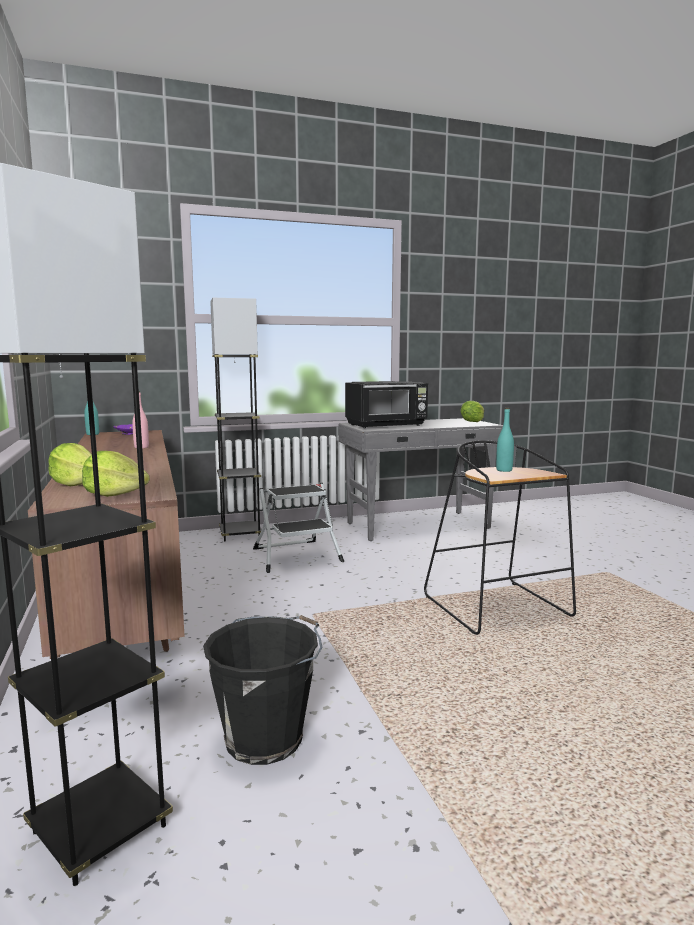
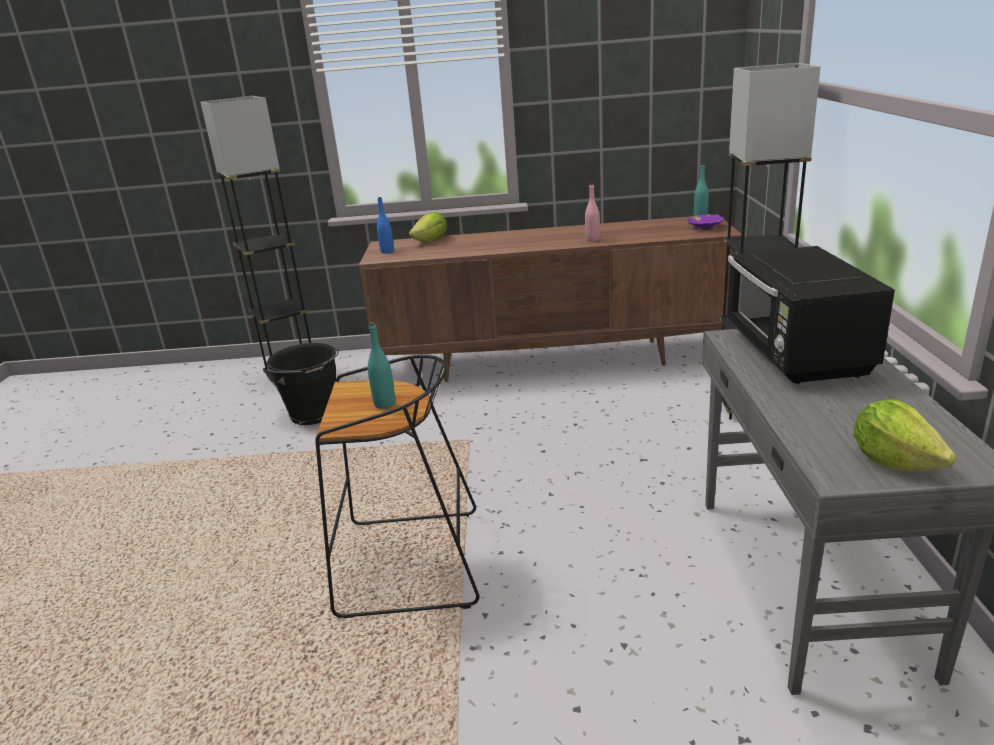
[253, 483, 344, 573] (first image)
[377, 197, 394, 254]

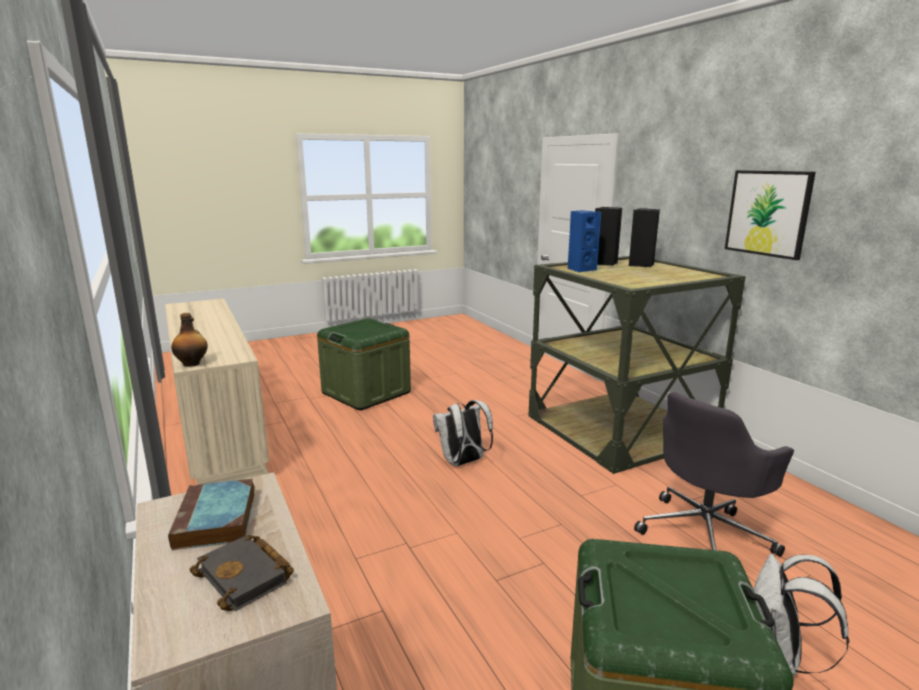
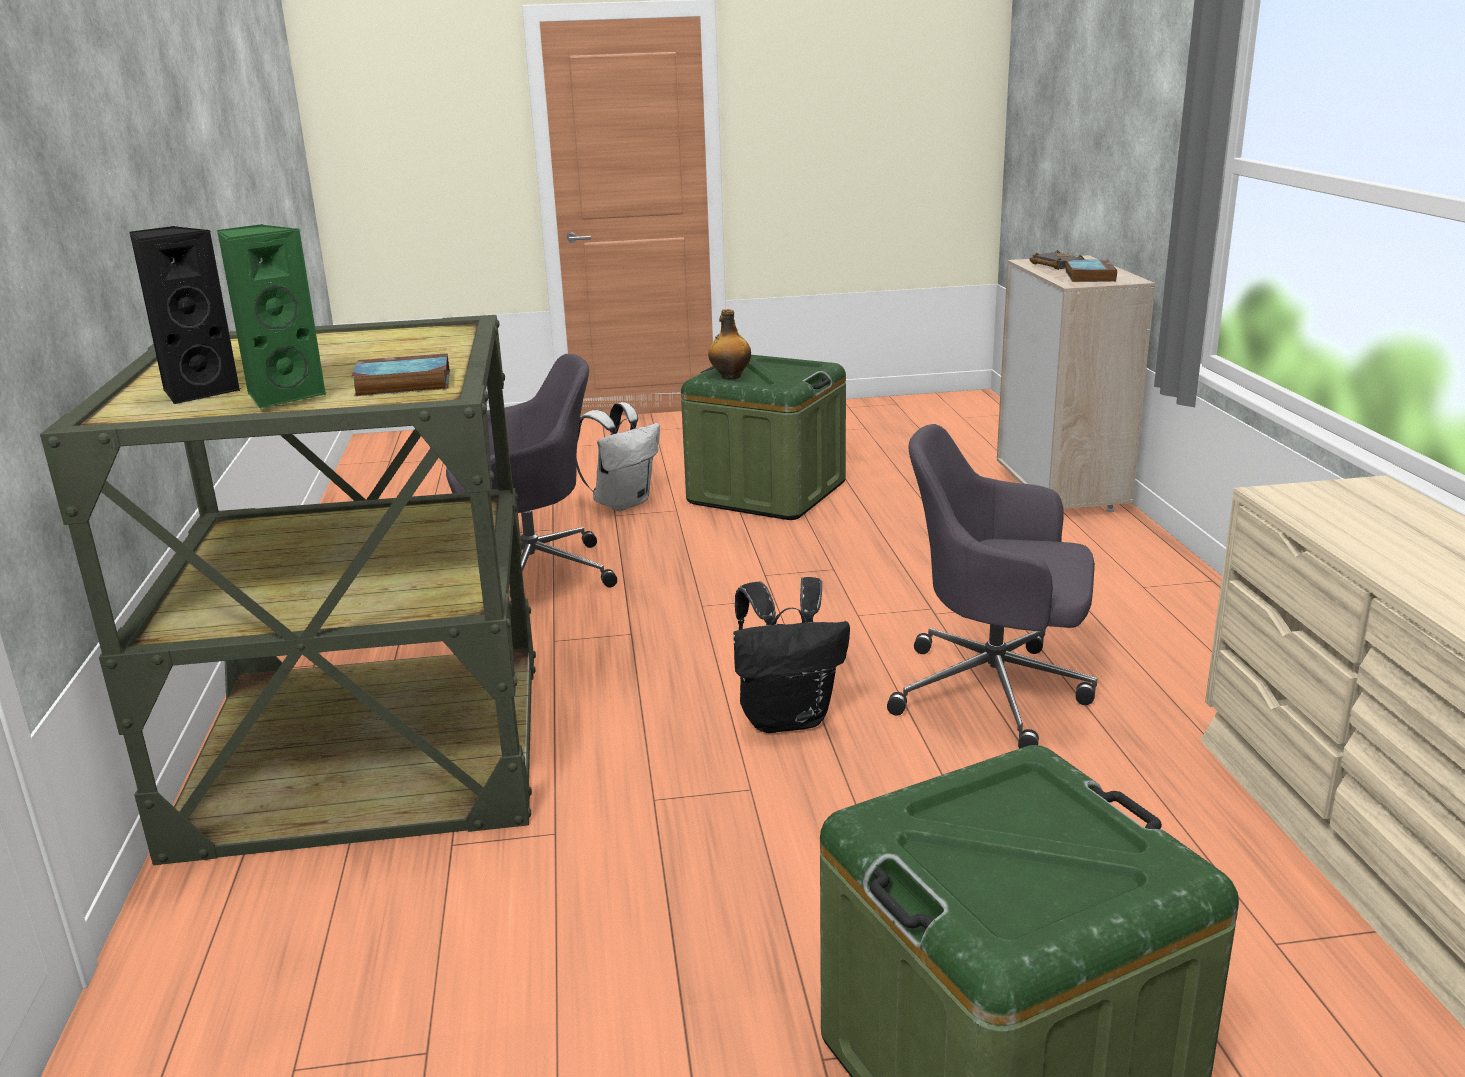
[725, 170, 816, 260] (first image)
[887, 424, 1097, 749]
[708, 309, 751, 379]
[351, 353, 450, 396]
[733, 577, 850, 733]
[217, 224, 327, 408]

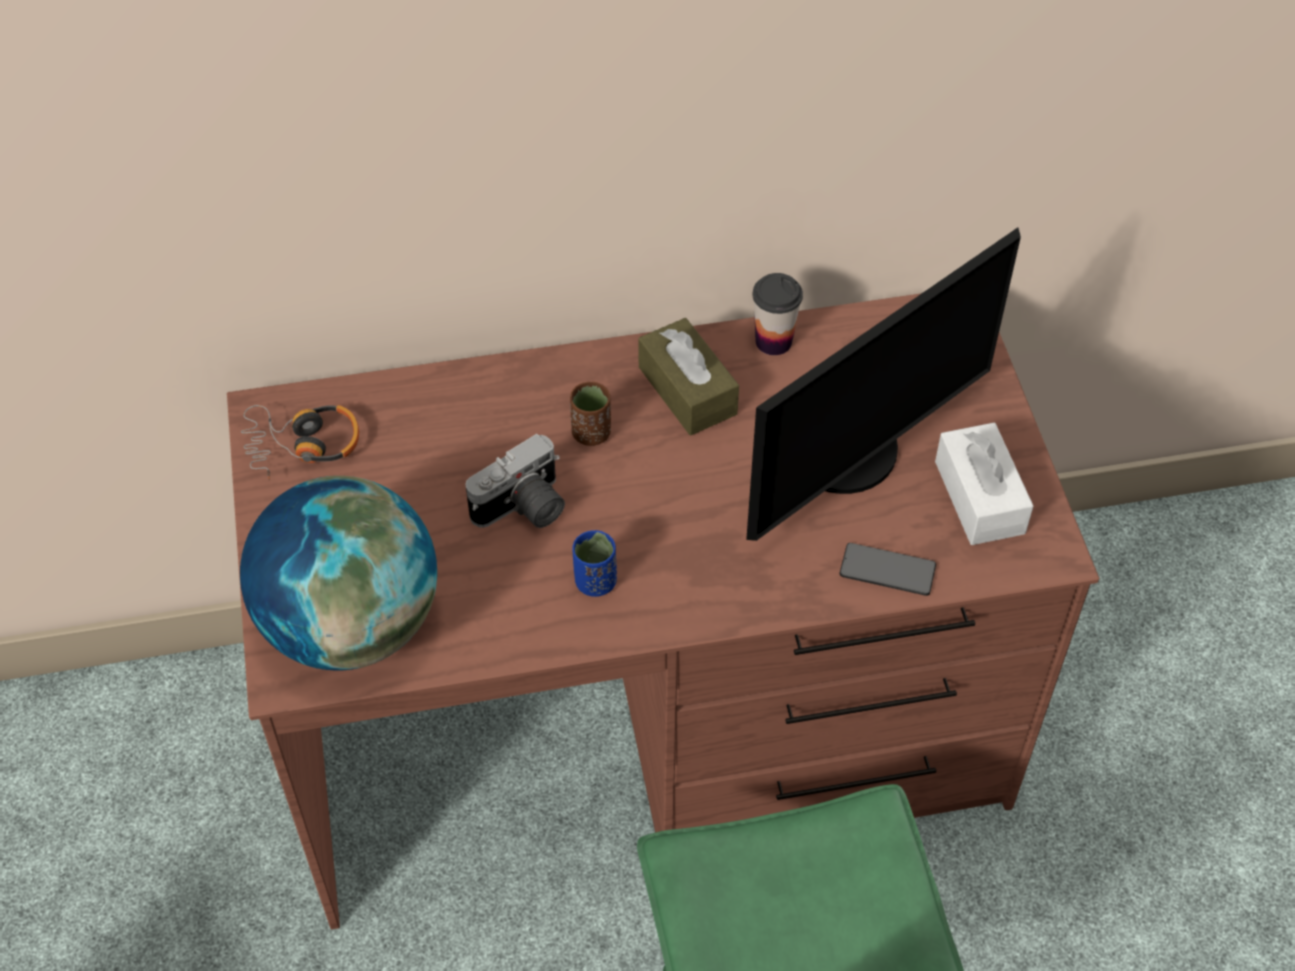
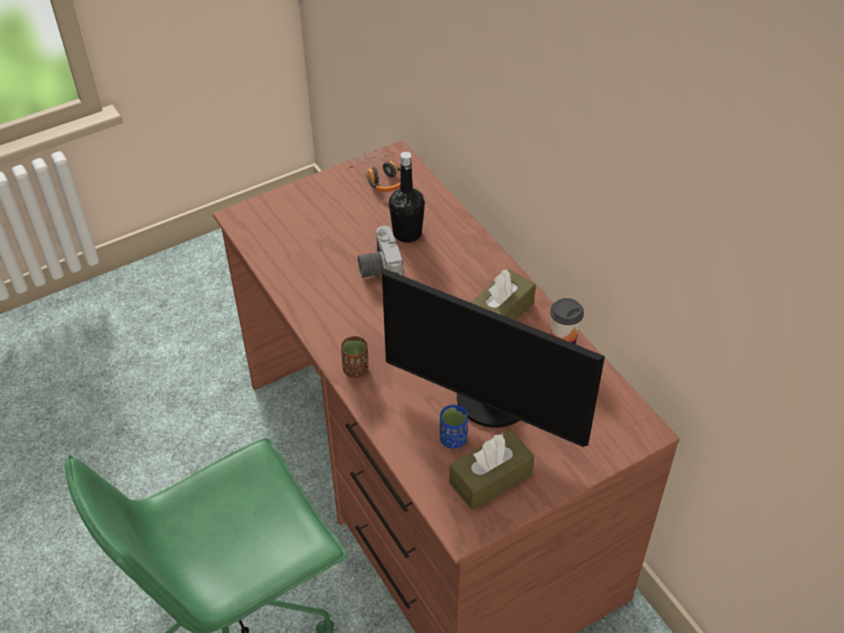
[240, 476, 437, 670] (first image)
[839, 543, 936, 596] (first image)
[389, 152, 425, 243]
[341, 336, 368, 378]
[440, 405, 468, 448]
[449, 430, 534, 510]
[358, 226, 403, 278]

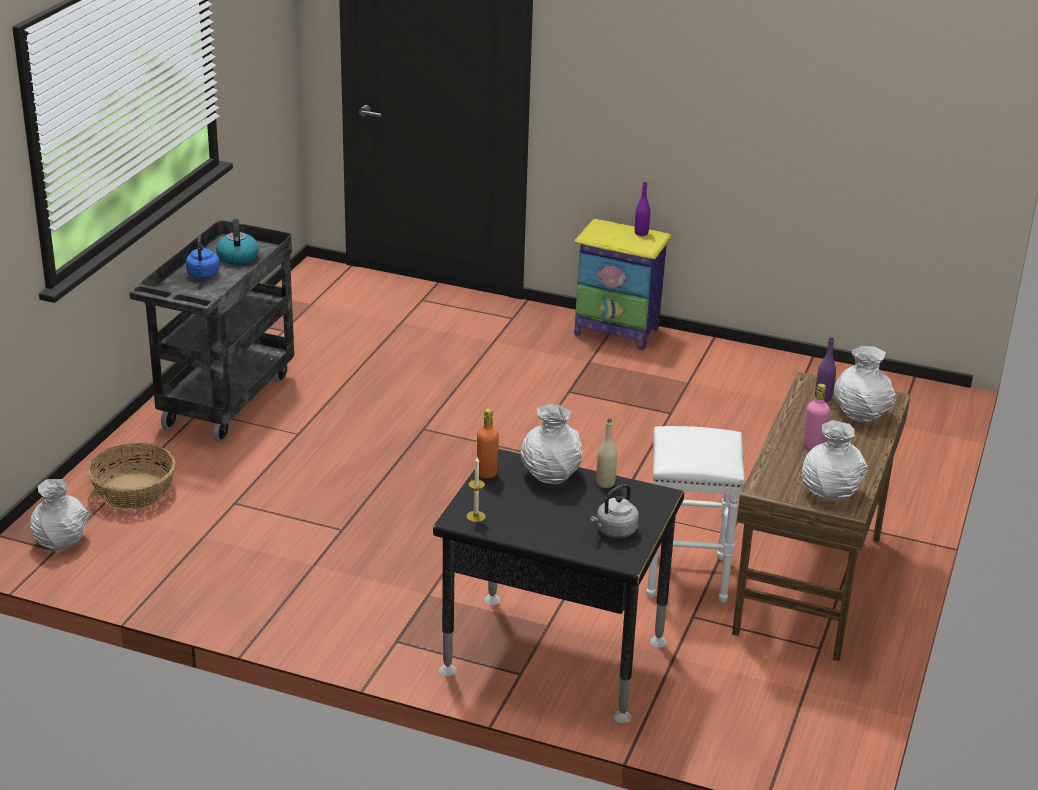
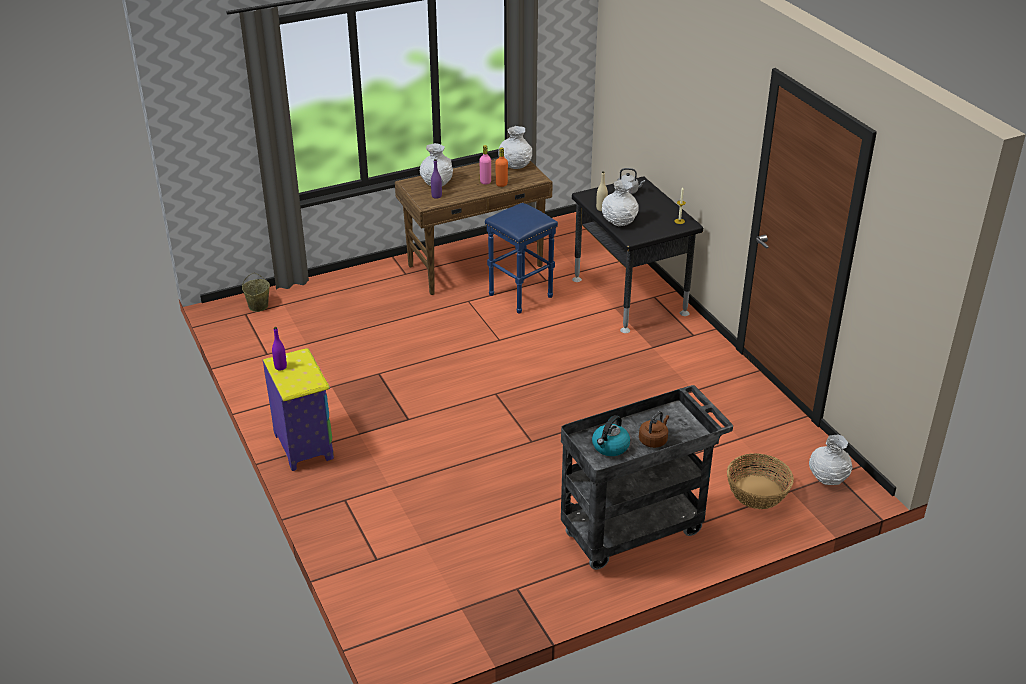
[242, 273, 270, 312]
[495, 147, 508, 187]
[639, 411, 669, 448]
[485, 203, 558, 314]

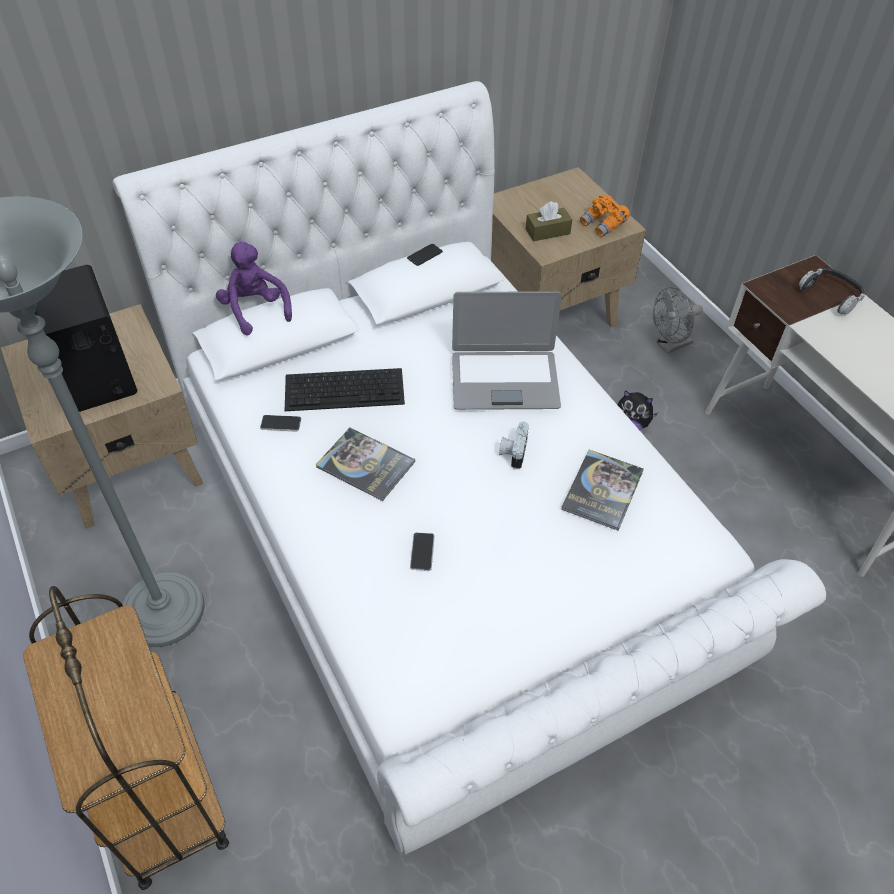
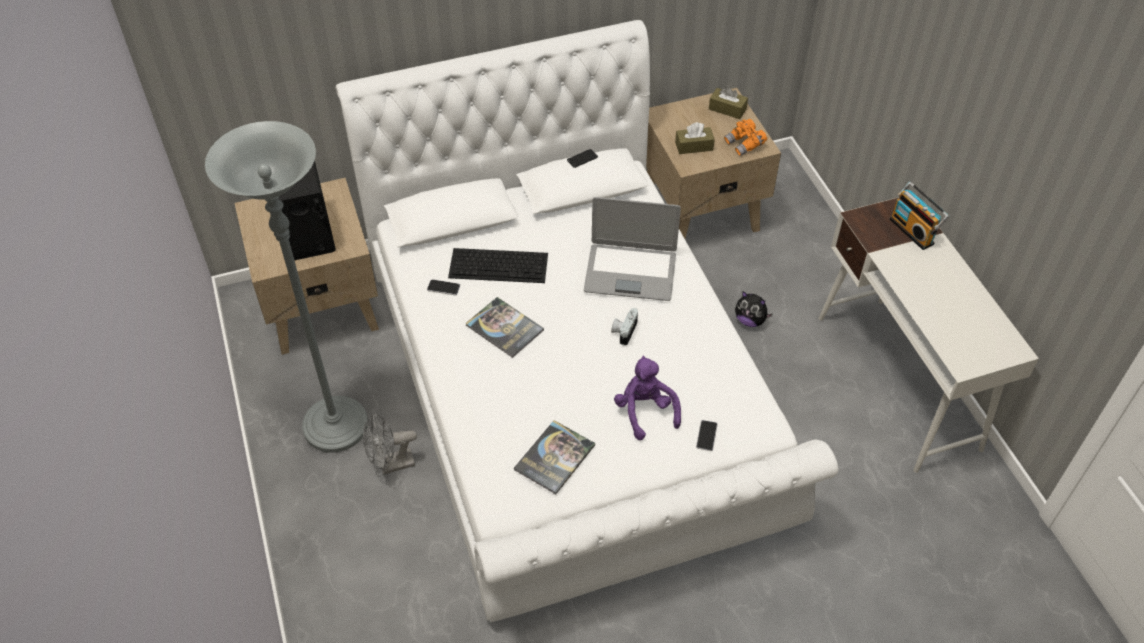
[23, 586, 229, 890] (first image)
[709, 87, 748, 119]
[614, 356, 681, 440]
[696, 420, 717, 451]
[514, 420, 595, 494]
[363, 412, 417, 475]
[890, 182, 949, 250]

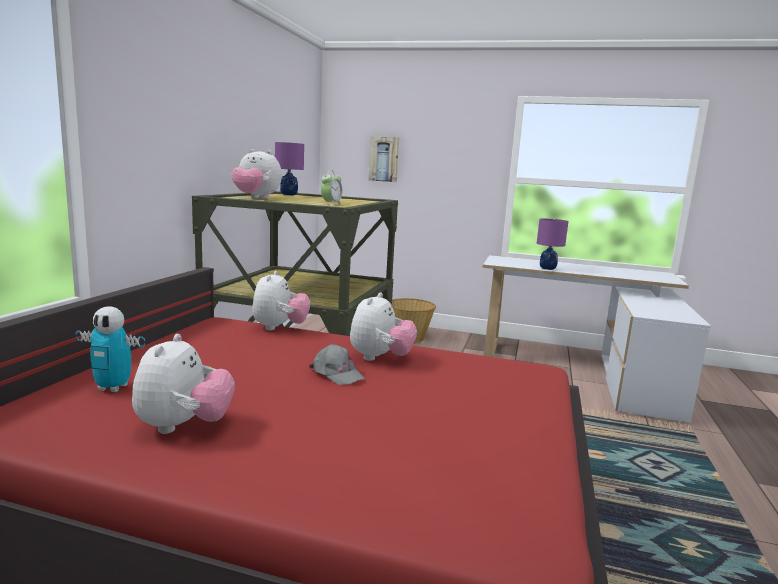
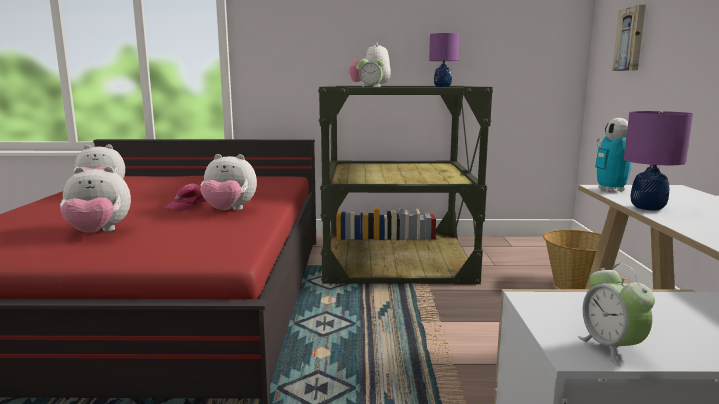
[578, 264, 655, 366]
[595, 118, 631, 192]
[60, 166, 131, 233]
[164, 183, 206, 211]

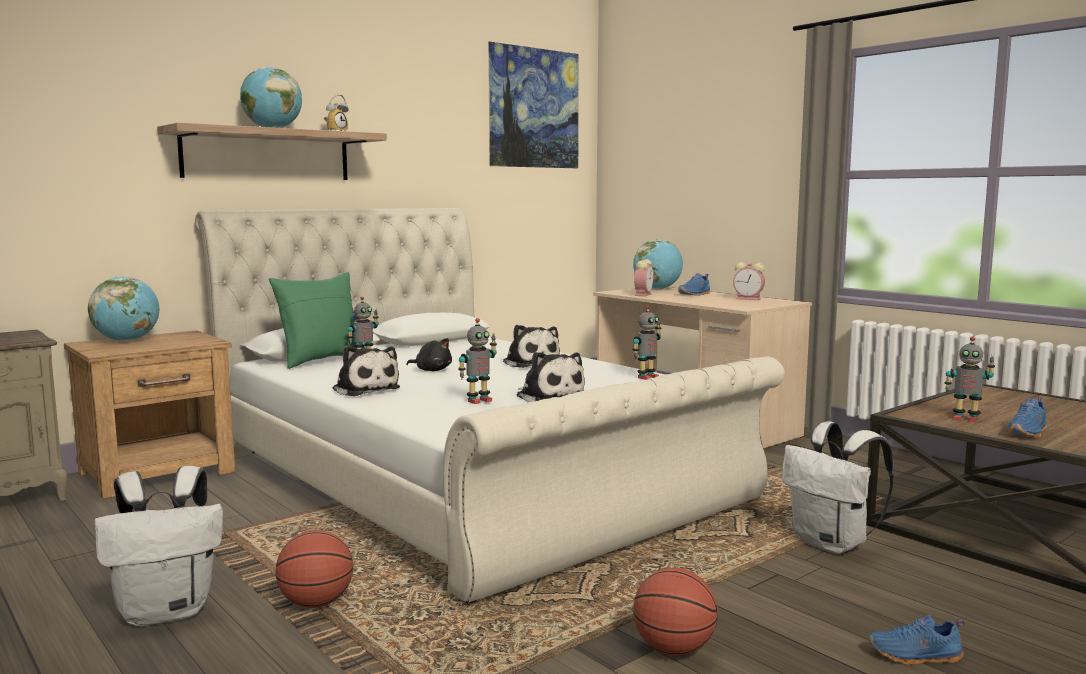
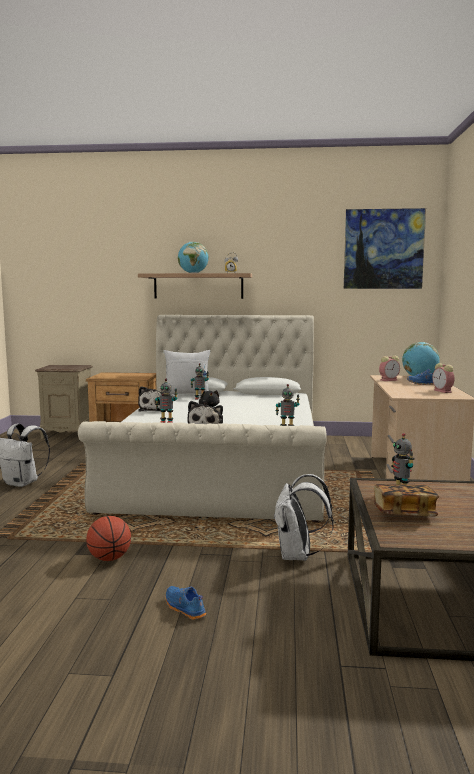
[88, 277, 159, 342] (first image)
[276, 530, 353, 608] (first image)
[503, 325, 560, 368] (first image)
[374, 484, 439, 517]
[164, 350, 210, 395]

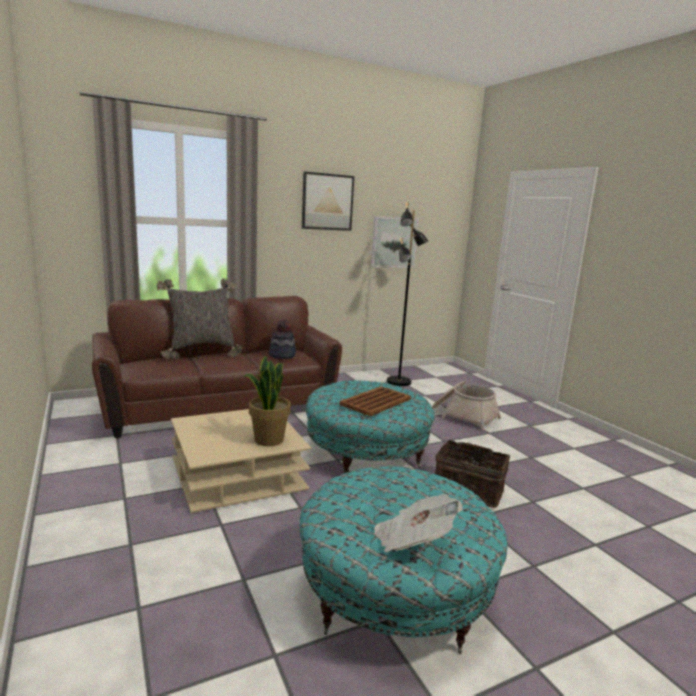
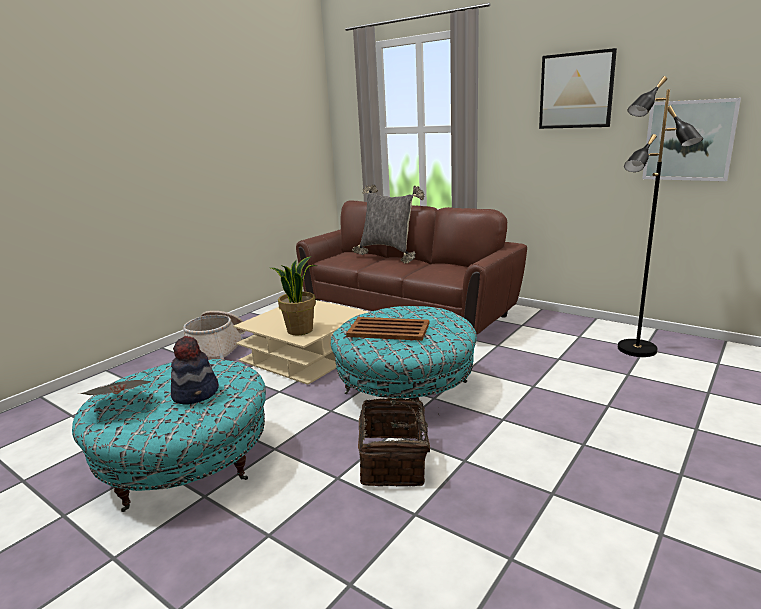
[171, 336, 219, 405]
[183, 311, 246, 360]

